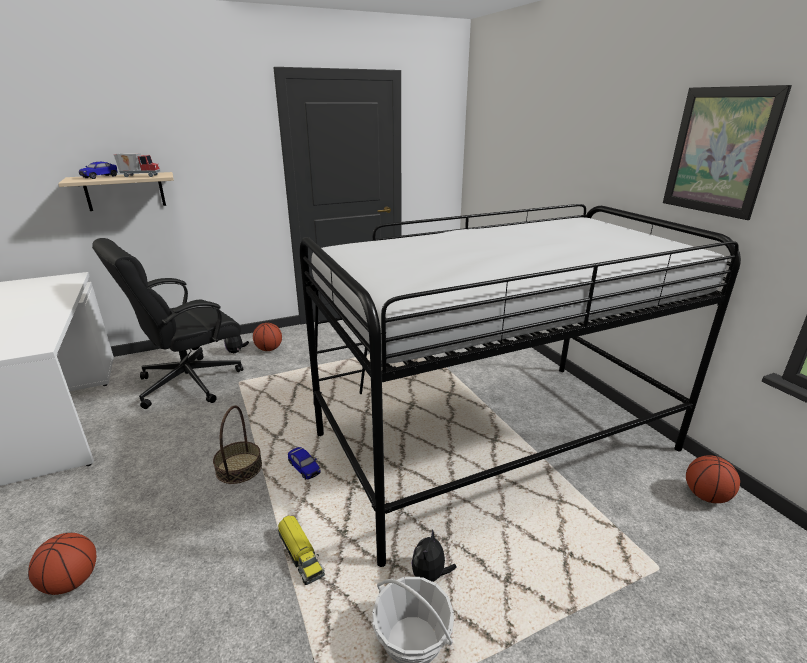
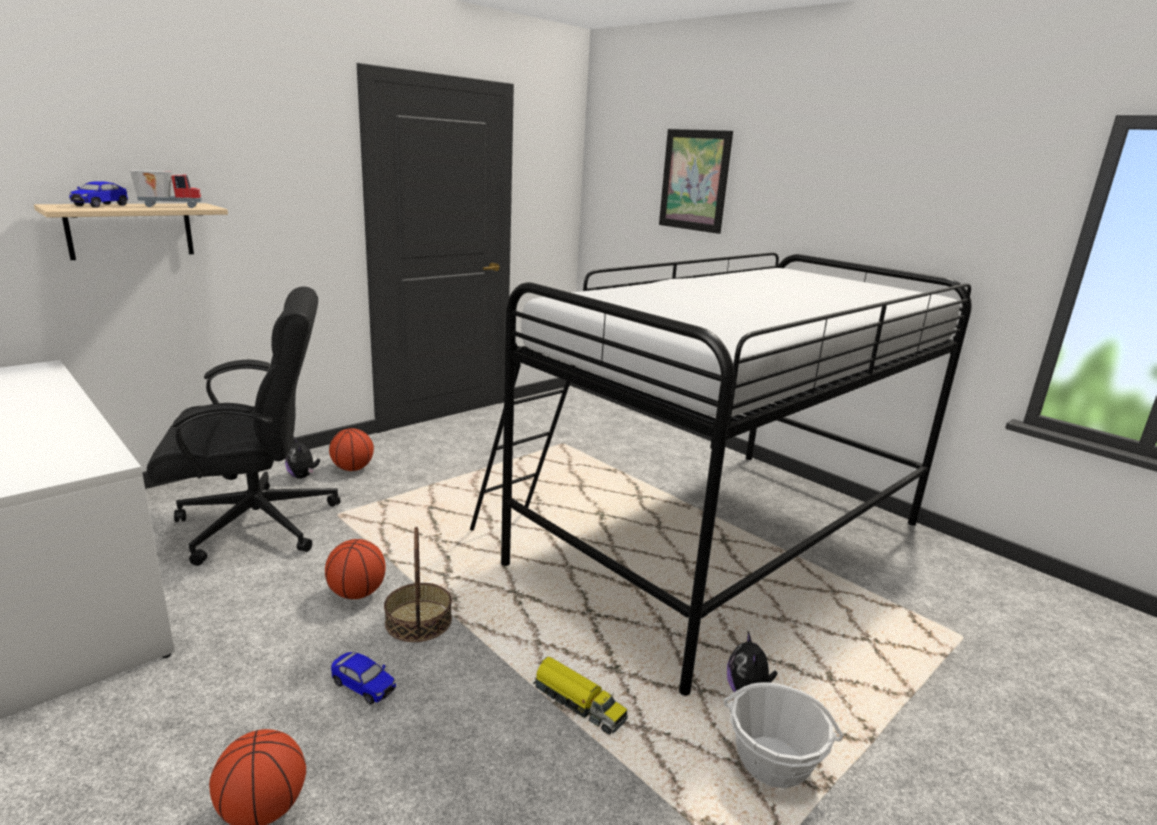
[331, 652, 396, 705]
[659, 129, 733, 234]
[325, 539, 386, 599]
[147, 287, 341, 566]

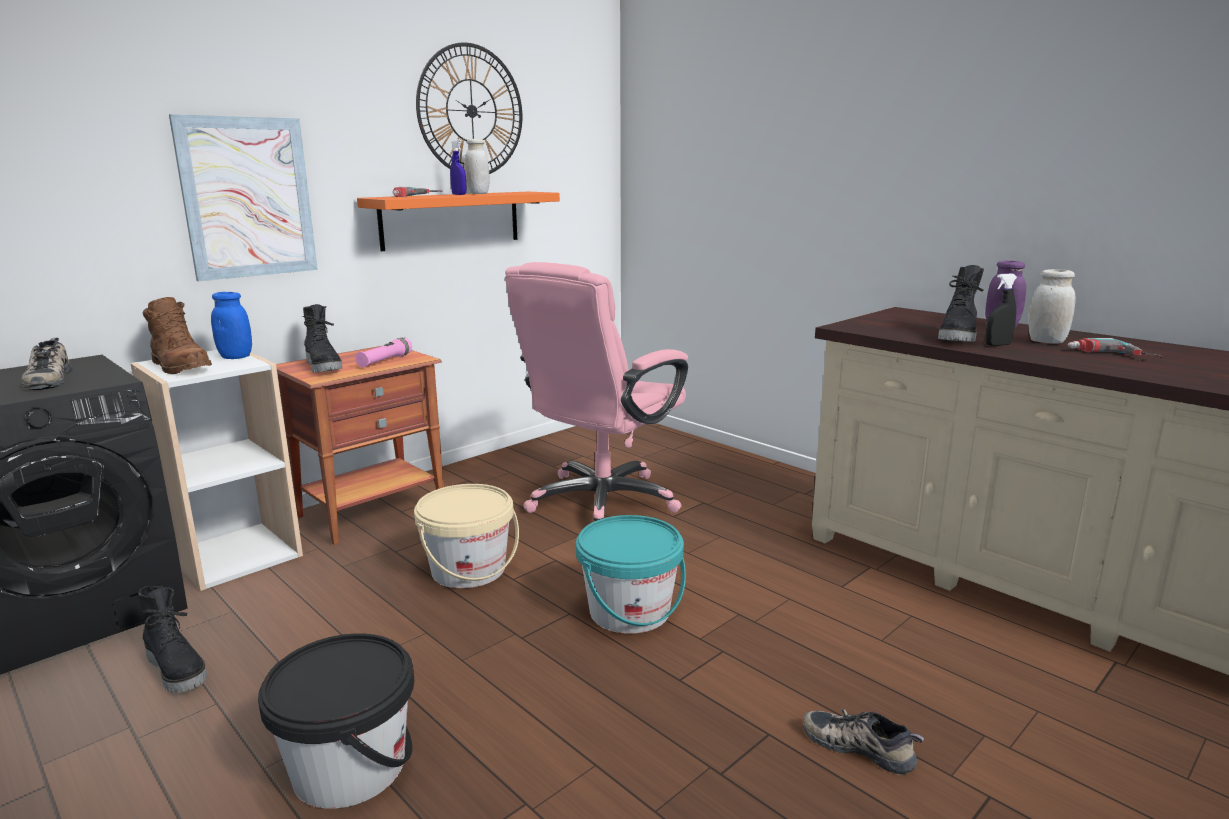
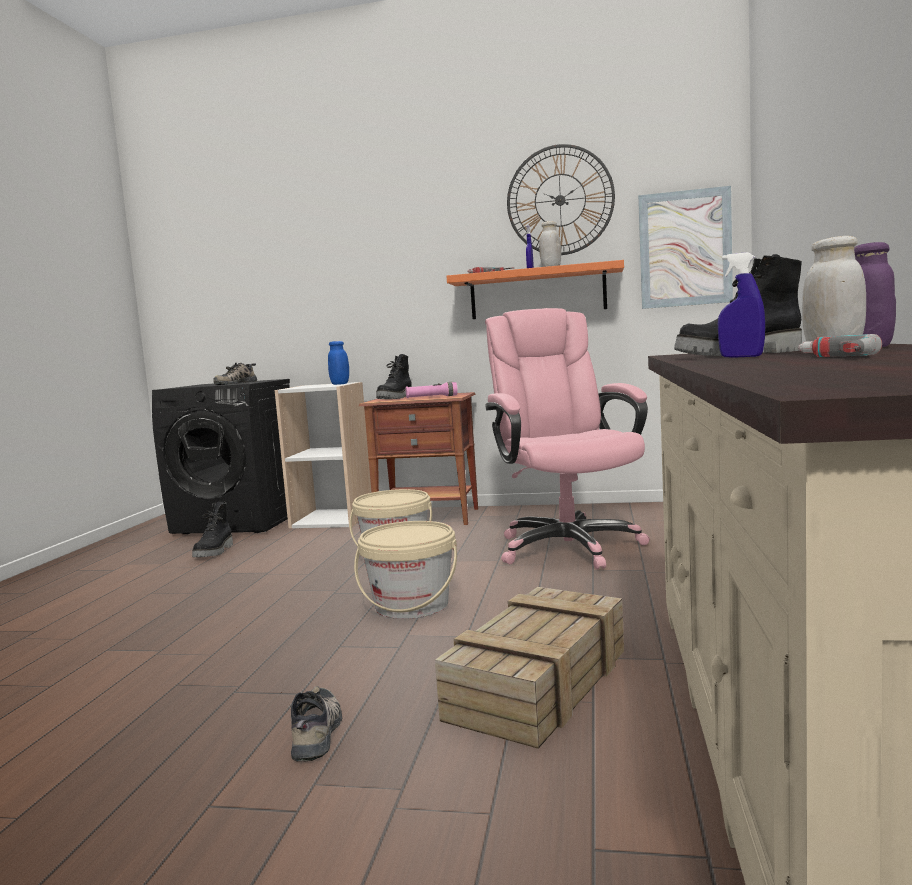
[142, 297, 212, 375] (first image)
[258, 633, 414, 809] (first image)
[435, 587, 624, 749]
[638, 186, 733, 309]
[354, 521, 457, 619]
[718, 252, 765, 358]
[485, 308, 650, 569]

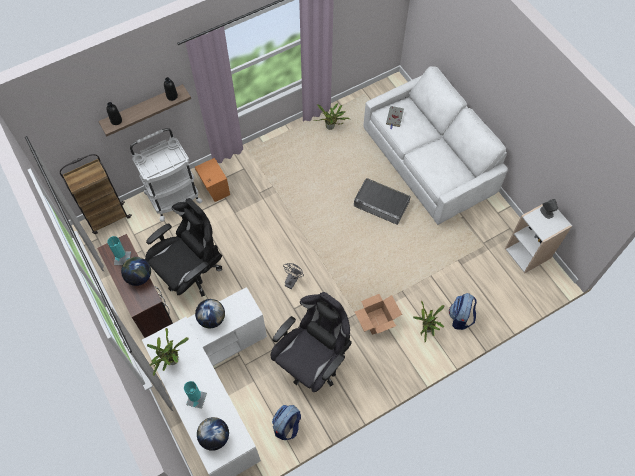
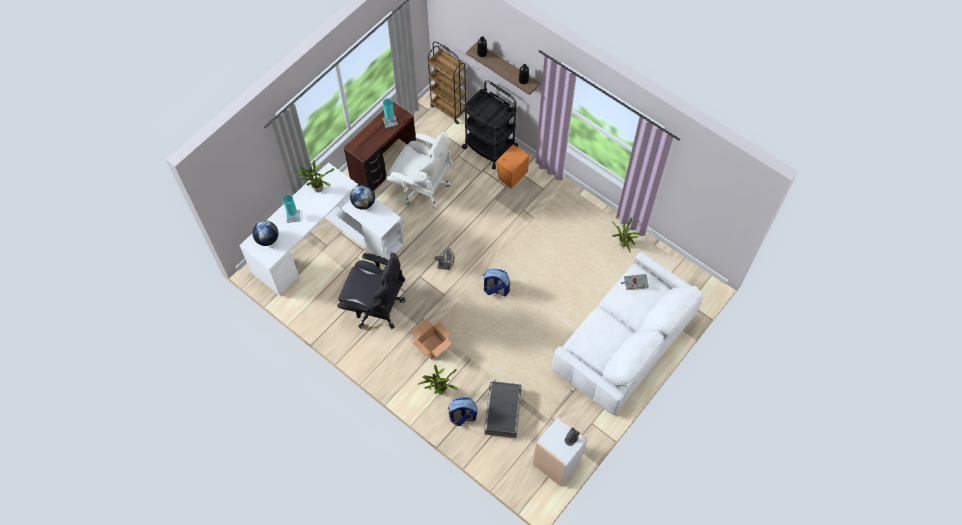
[121, 257, 151, 286] (first image)
[483, 269, 510, 297]
[484, 381, 522, 438]
[462, 80, 518, 169]
[386, 132, 453, 209]

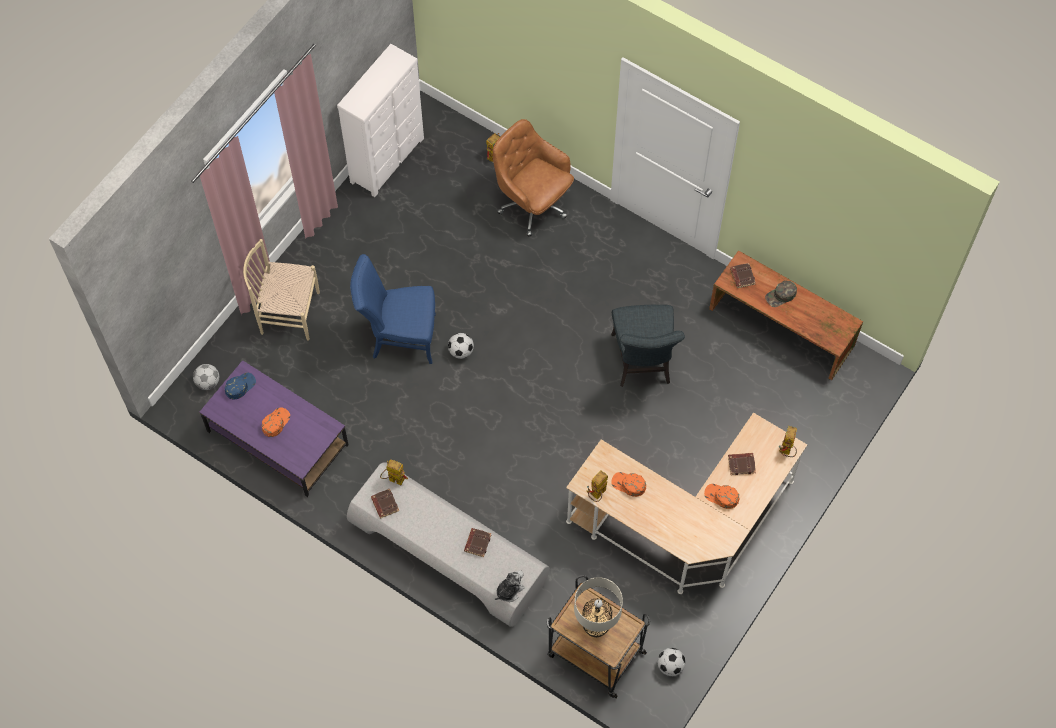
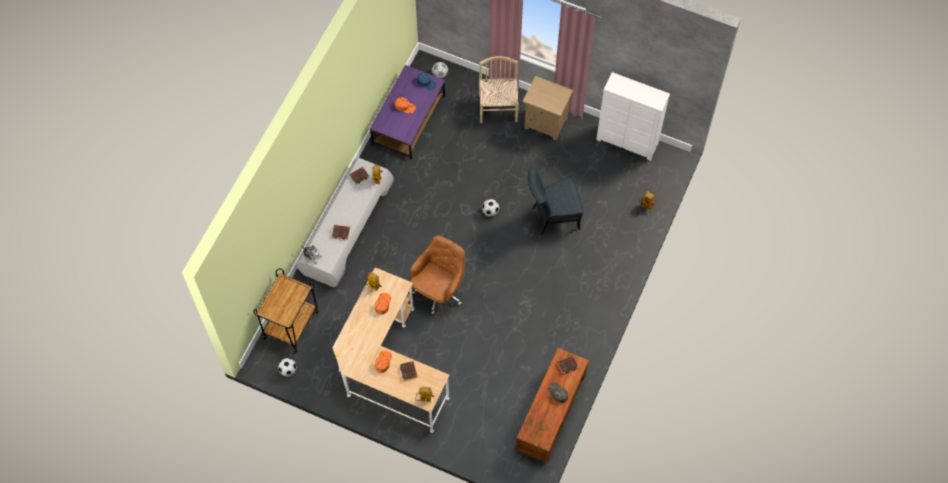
[350, 254, 436, 364] (first image)
[574, 577, 623, 637] (first image)
[522, 76, 573, 141]
[410, 236, 465, 315]
[528, 167, 583, 236]

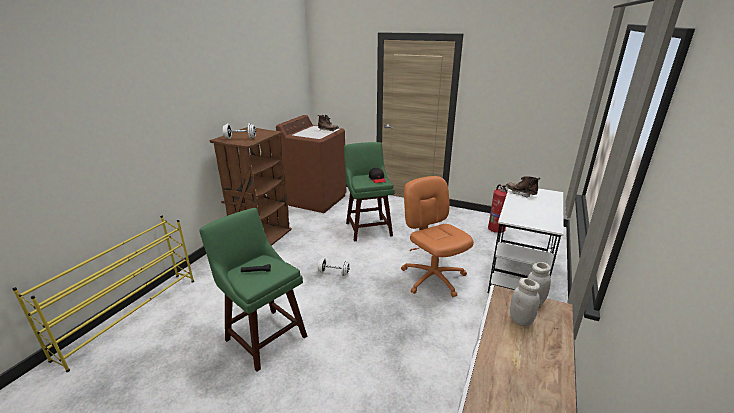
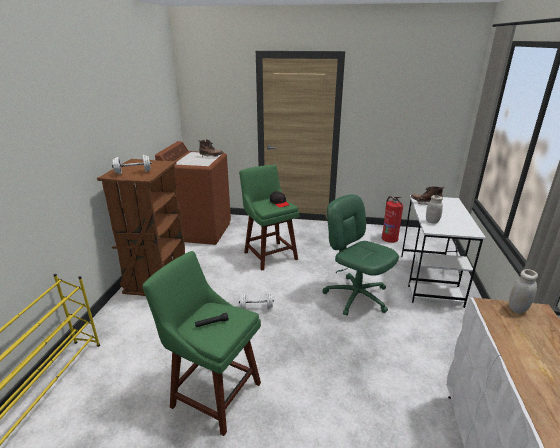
[426, 195, 443, 224]
[322, 194, 399, 316]

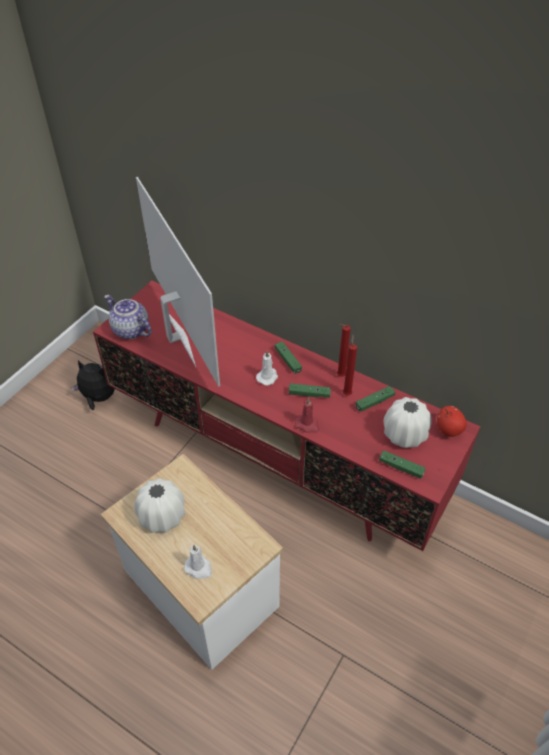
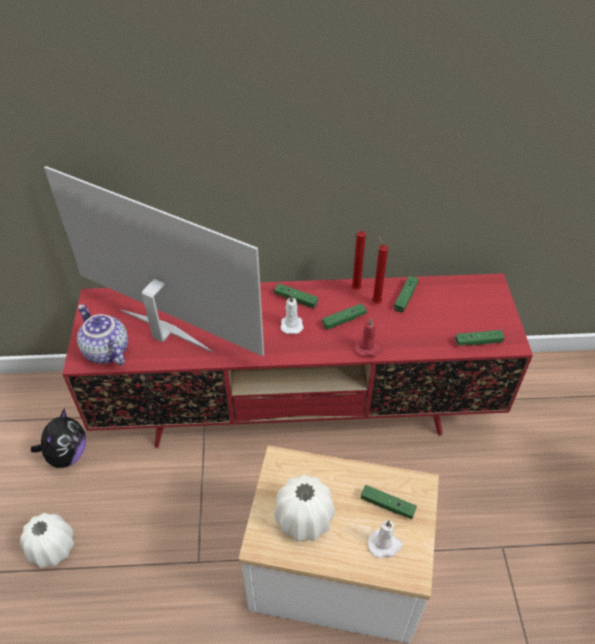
[437, 406, 466, 437] (first image)
[361, 485, 417, 519]
[20, 513, 74, 568]
[31, 408, 86, 468]
[77, 304, 128, 366]

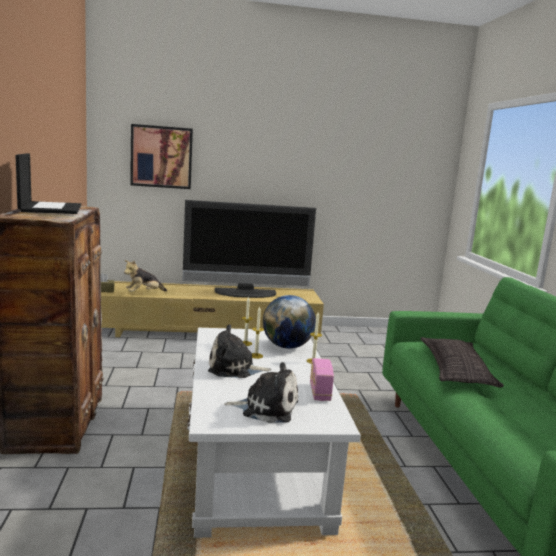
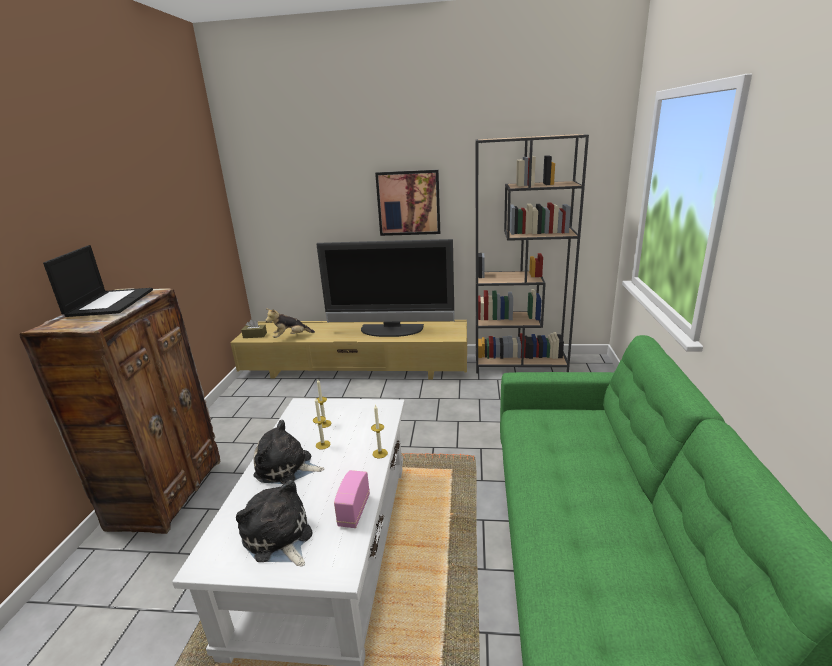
[263, 295, 316, 349] (first image)
[420, 337, 504, 387] (first image)
[475, 134, 589, 373]
[375, 170, 440, 236]
[236, 480, 313, 566]

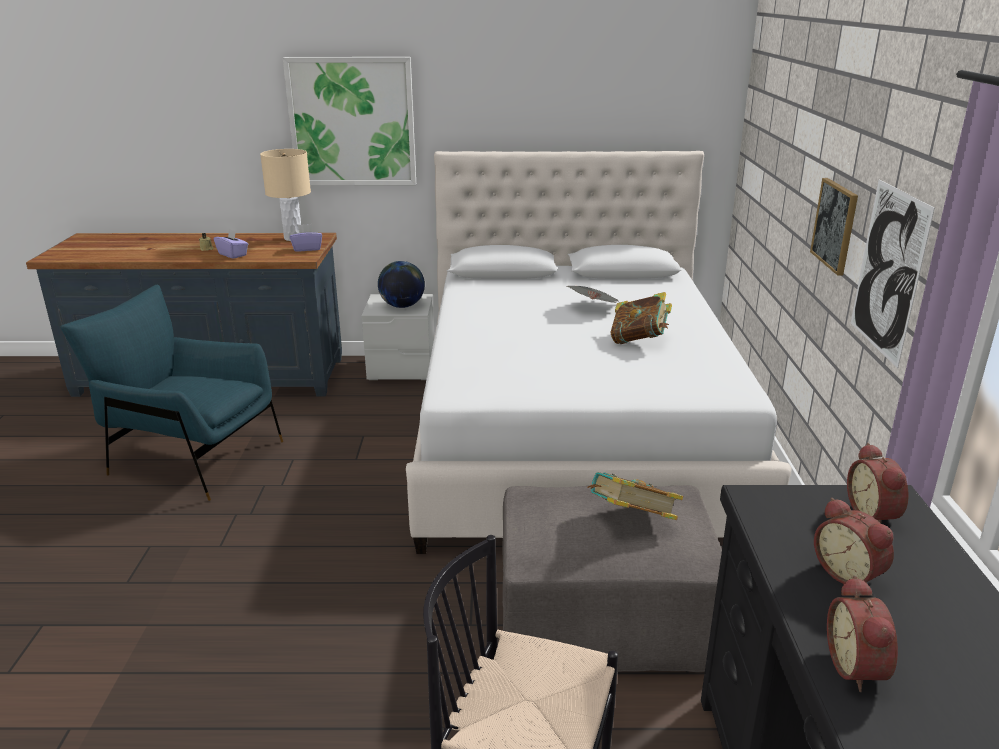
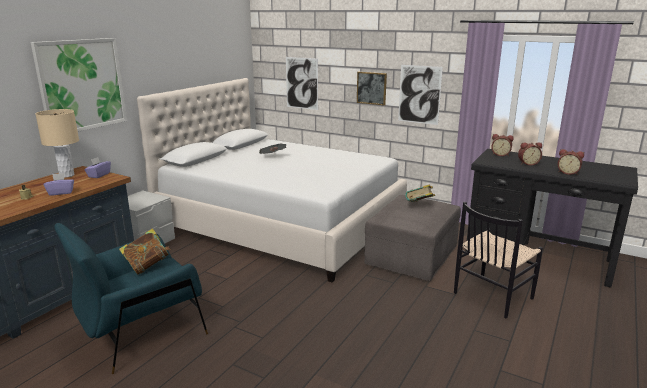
[378, 261, 425, 308] (first image)
[286, 57, 318, 110]
[119, 228, 171, 275]

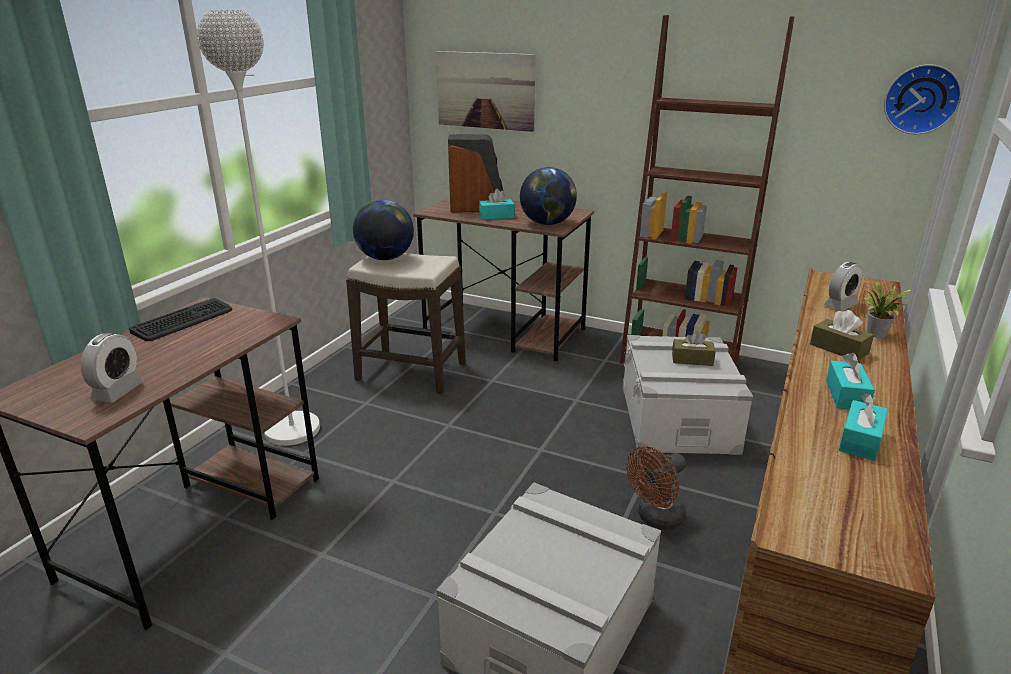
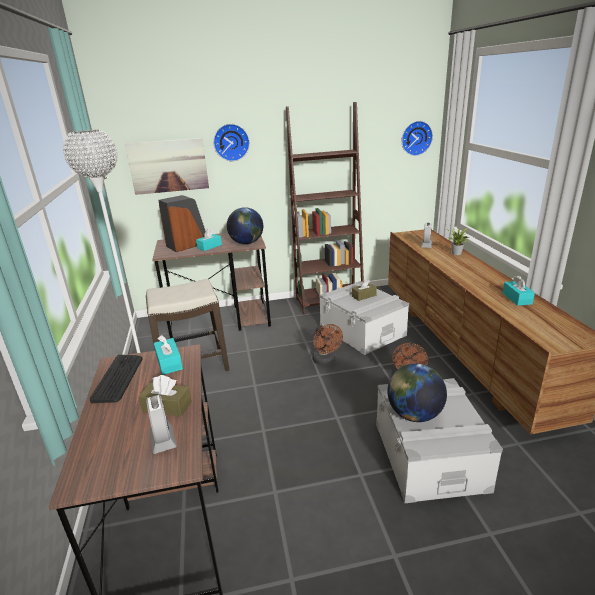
[213, 124, 250, 161]
[312, 324, 343, 365]
[387, 364, 447, 422]
[138, 375, 192, 417]
[154, 335, 183, 375]

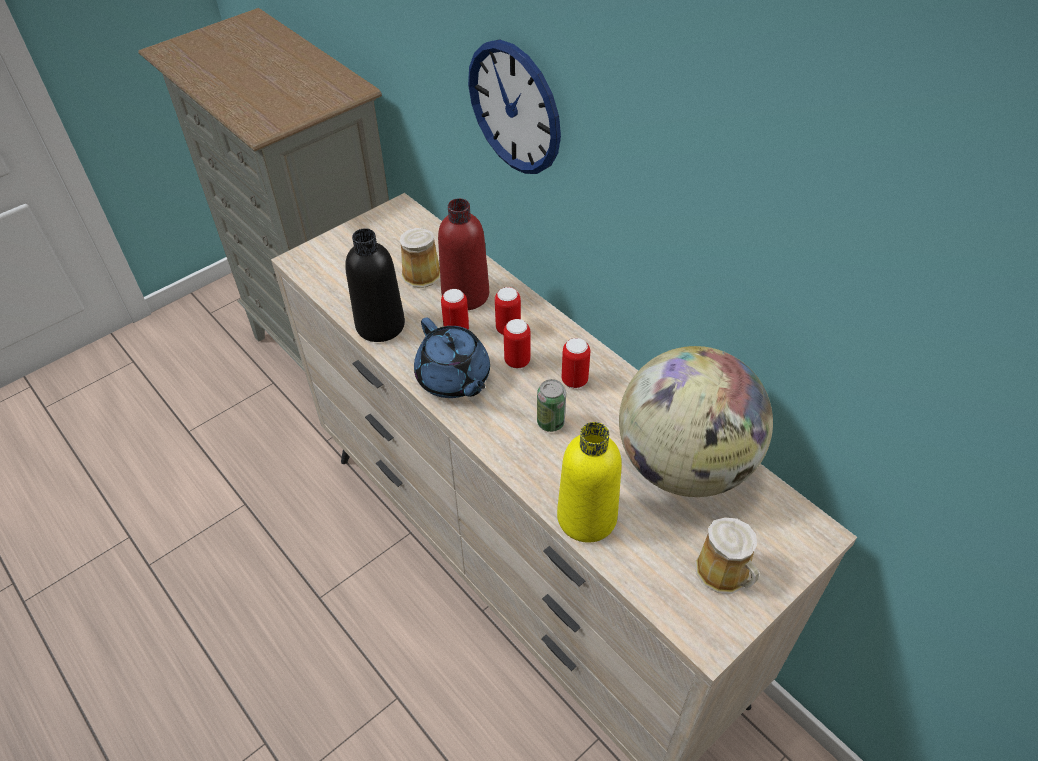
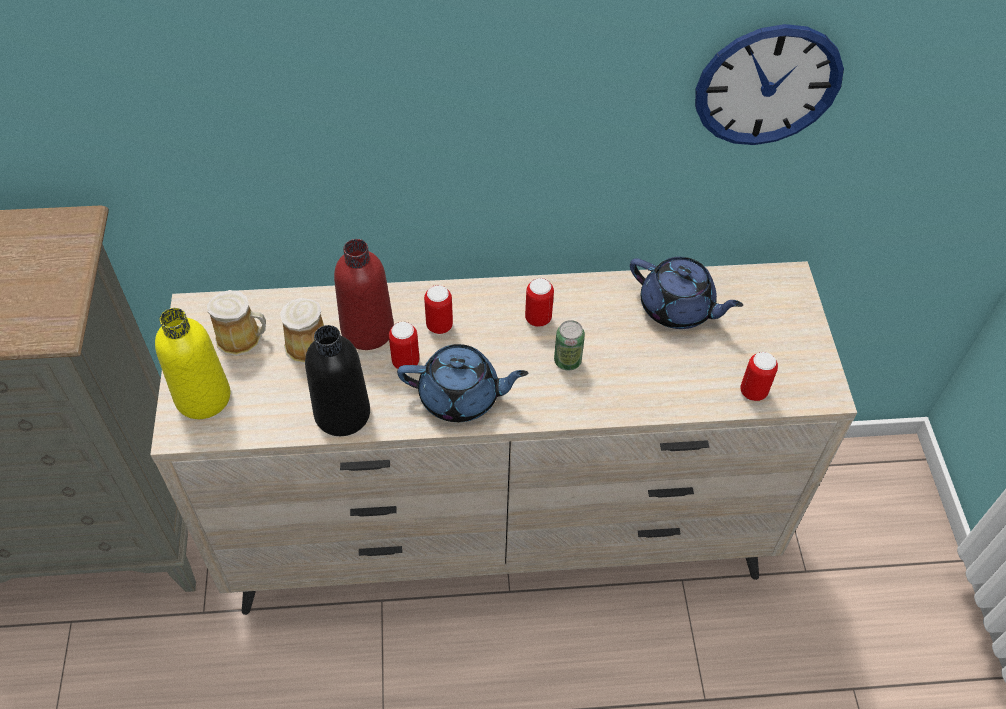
[695, 24, 844, 145]
[740, 352, 778, 401]
[155, 308, 230, 419]
[207, 290, 266, 356]
[630, 257, 743, 329]

